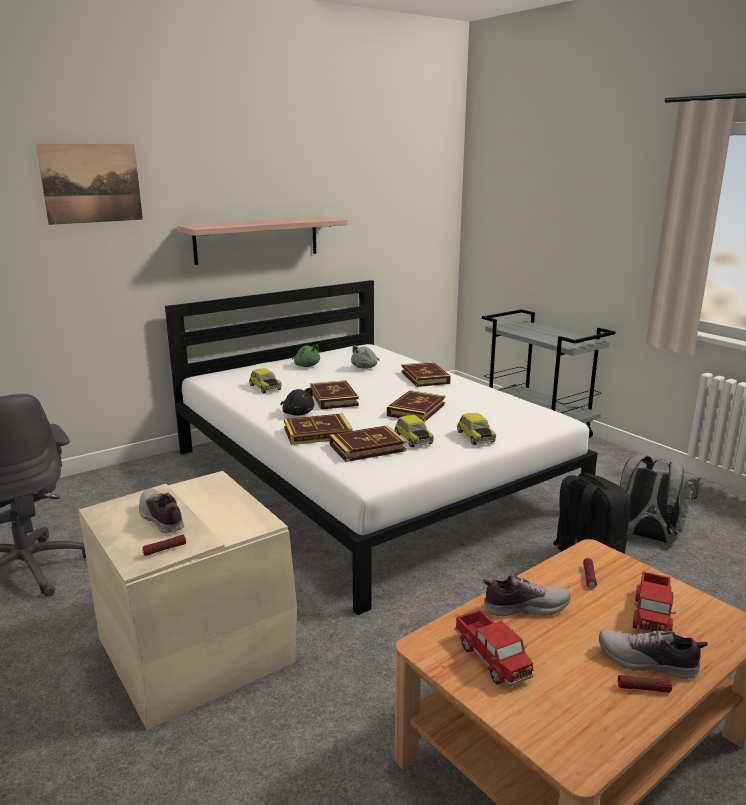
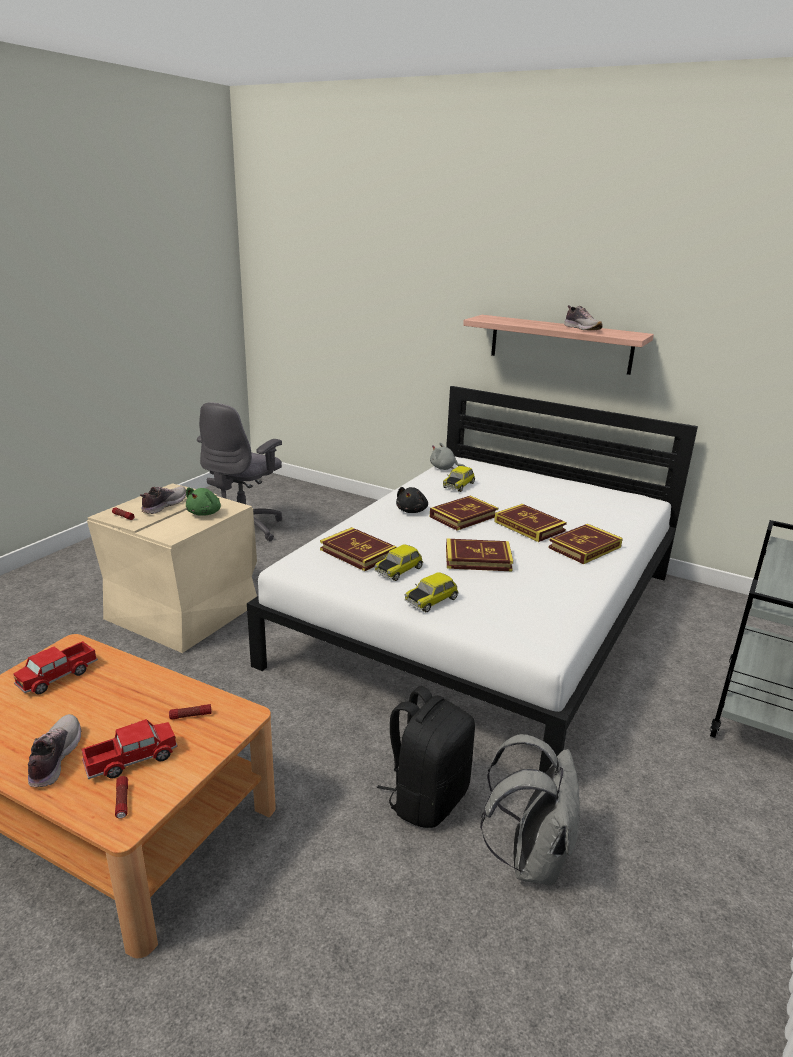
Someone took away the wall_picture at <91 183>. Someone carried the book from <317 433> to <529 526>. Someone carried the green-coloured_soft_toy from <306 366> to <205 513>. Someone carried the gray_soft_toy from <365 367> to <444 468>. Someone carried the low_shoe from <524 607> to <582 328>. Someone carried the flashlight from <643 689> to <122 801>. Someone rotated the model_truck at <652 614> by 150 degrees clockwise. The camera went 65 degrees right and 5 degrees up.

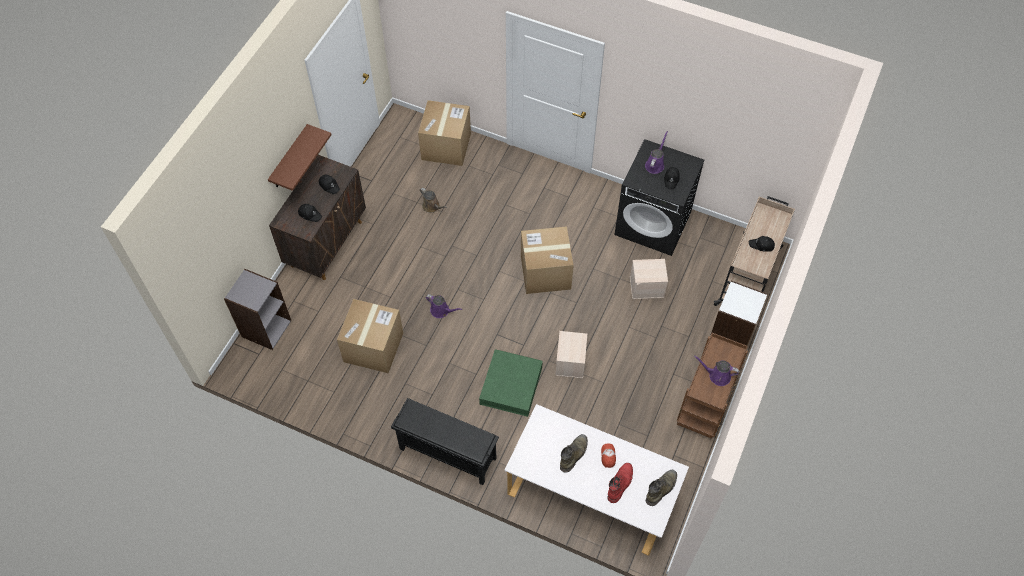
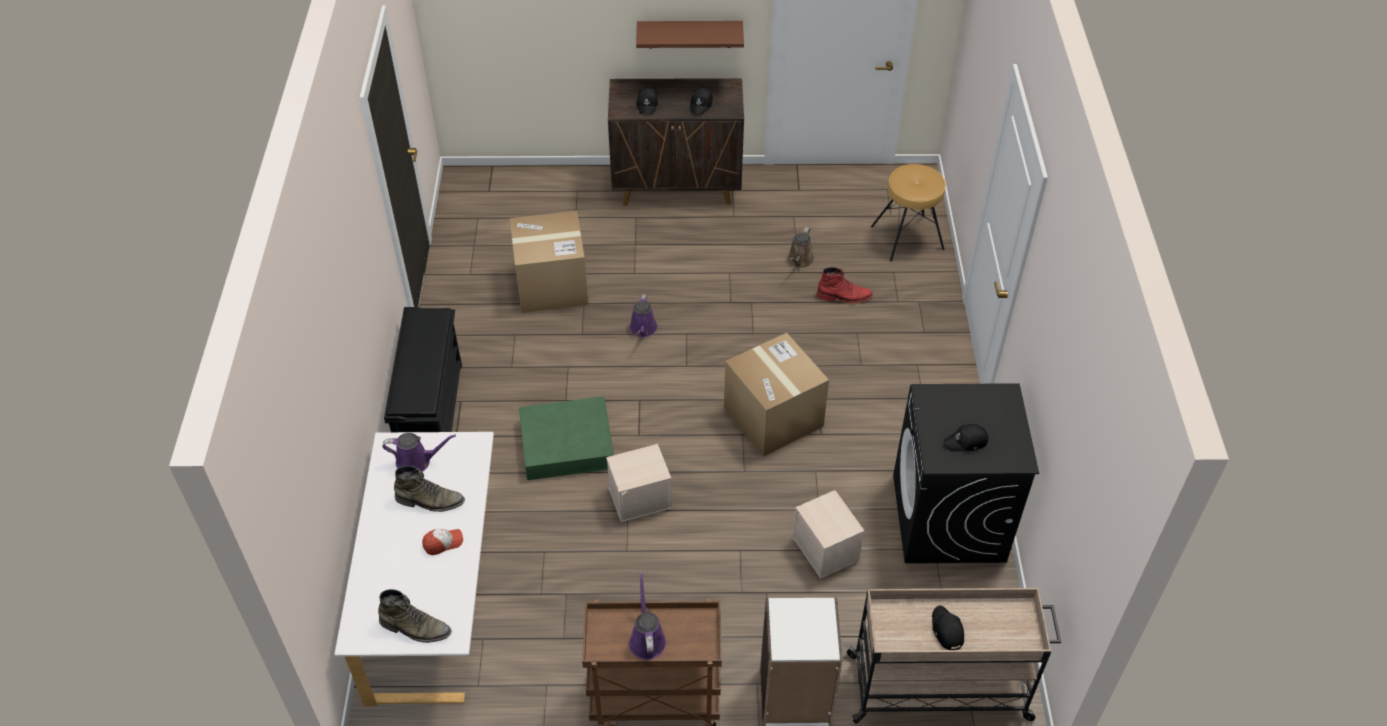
Someone took away the gray_shelving_unit at <266 328>. Someone swapped the packing_box at <446 146> for the brown-coloured_stool_seat at <907 238>. Someone carried the red_high-top_boot from <620 483> to <844 296>. Someone carried the purple_watering_can from <655 164> to <417 461>. The camera went 65 degrees right and 10 degrees down.

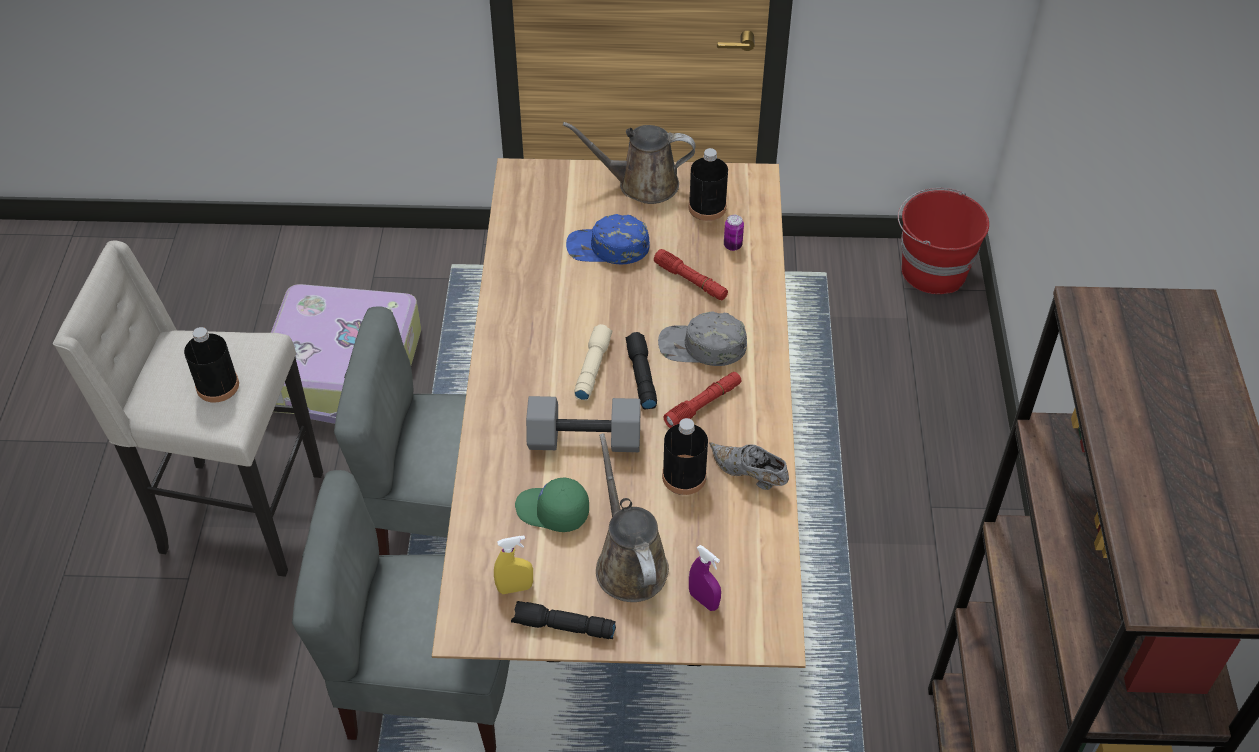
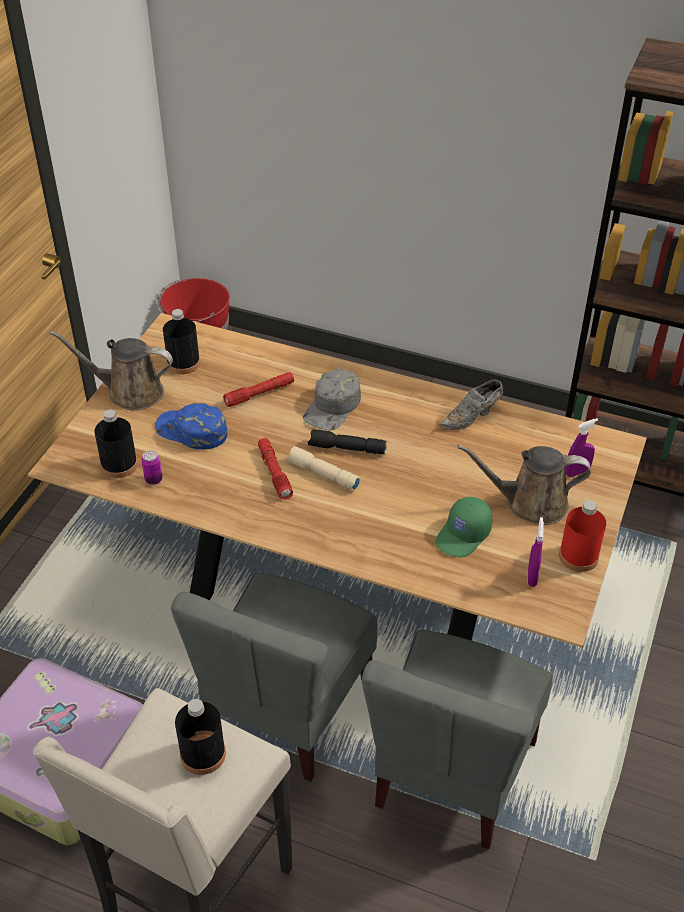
Someone repainted the yellow_hand_sprayer at <515 588>, which became the purple_hand_sprayer at <532 576>. Someone swapped the black-coloured_flashlight at <563 627> for the red_bottle at <578 556>. Someone took away the gray_dumbbell at <586 438>. Someone rotated the brown-coloured_watering_can at <641 184> by 75 degrees clockwise. Someone rotated the blue_baseball_cap at <607 247> by 90 degrees clockwise. Someone carried the black-coloured_bottle from <684 476> to <119 465>. Someone carried the red_flashlight from <703 404> to <274 473>. Someone carried the can from <732 245> to <153 479>. The camera went 70 degrees left and 5 degrees down.

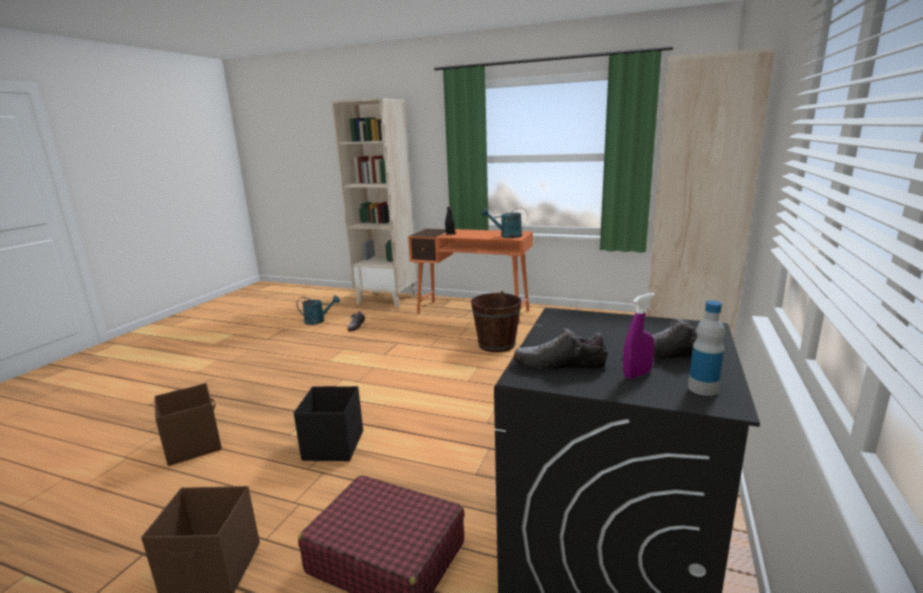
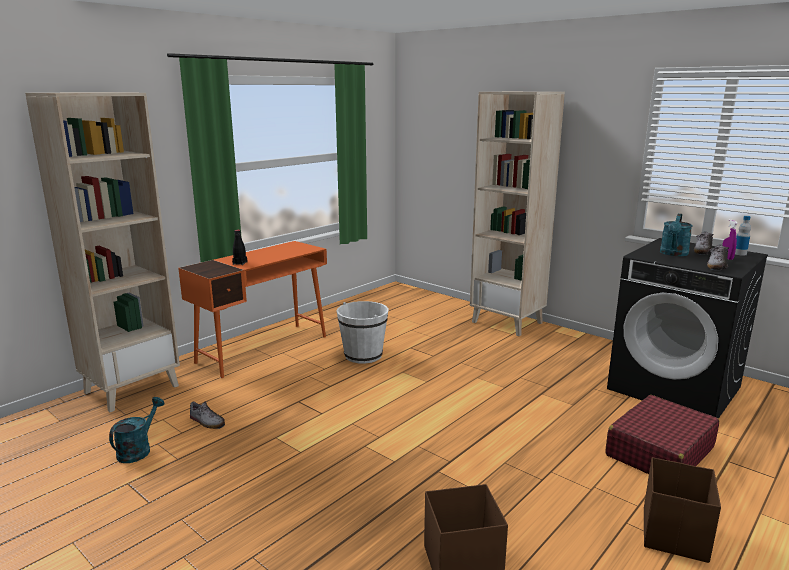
Someone took away the black-coloured_storage_box at <334 445>. Someone repainted the brown-coloured_bucket at <496 345>, which became the whitish_bucket at <363 355>. Someone carried the turquoise-coloured_watering_can from <507 236> to <673 254>. The camera went 70 degrees left and 0 degrees up.

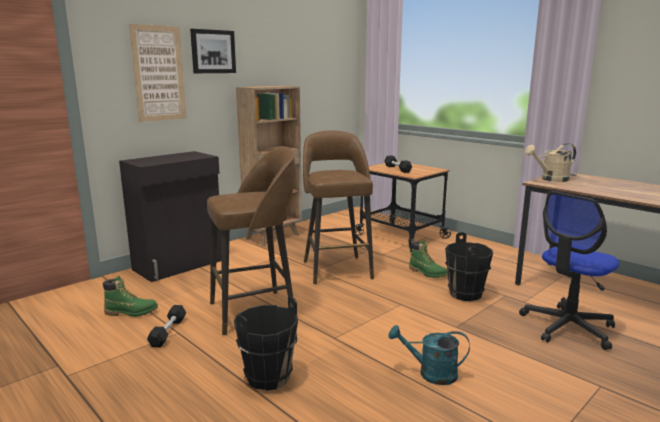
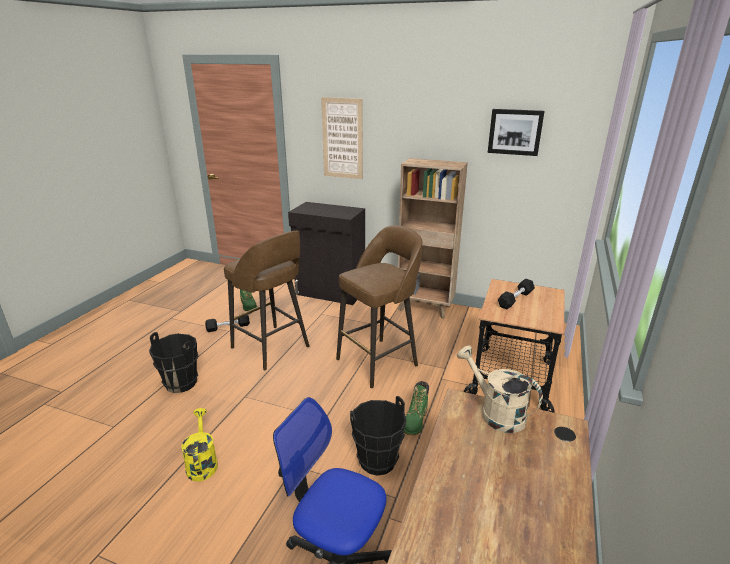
Someone carried the wall_picture from <213 51> to <515 132>. Someone repainted the turquoise-coloured_watering_can at <430 373>, which became the yellow_watering_can at <202 463>. The camera went 65 degrees right and 10 degrees up.

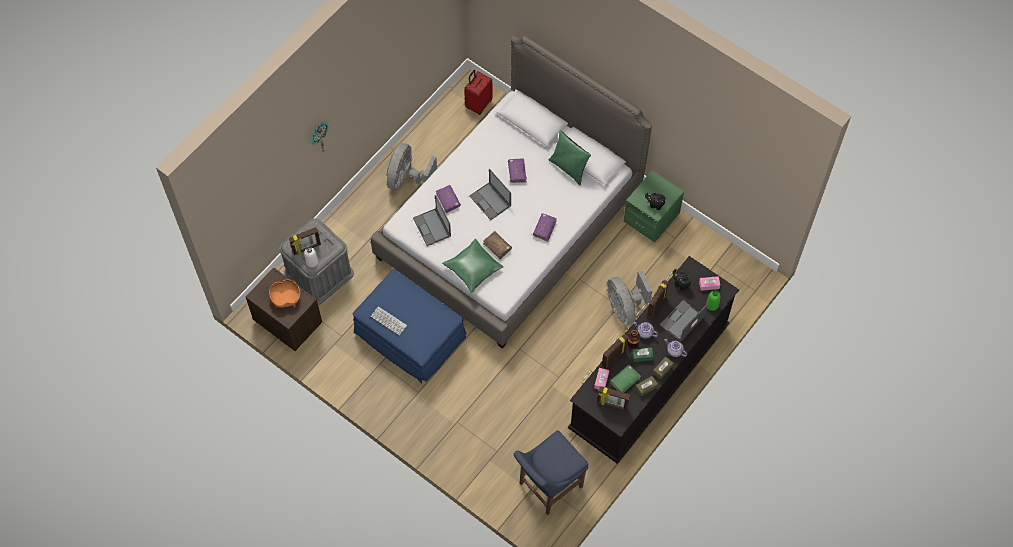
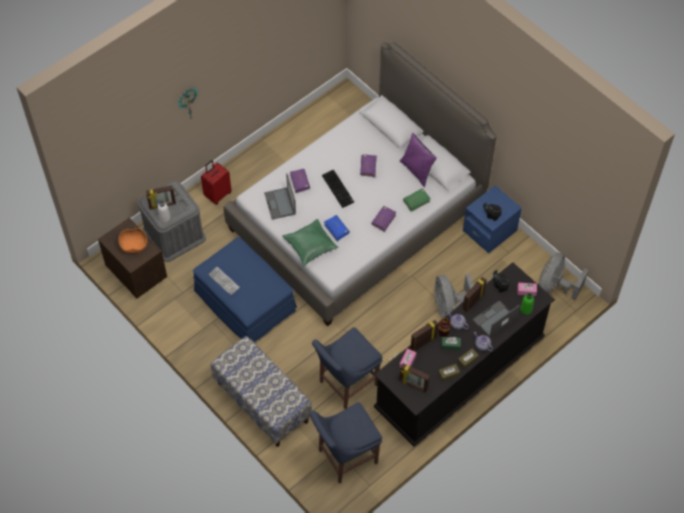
Someone carried the gray_cooling_fan from <407 179> to <554 287>. Someone carried the red_travel_case from <478 104> to <217 194>. Someone swapped the portable_computer at <490 201> for the PC_keyboard at <338 189>. Someone repainted the brown-coloured_book at <497 246>, which became the blue_book at <336 229>. Someone repainted the green-coloured_throw_pillow at <569 168>, which became the purple_throw_pillow at <417 170>. Someone carried the green-coloured_book from <625 380> to <416 201>. Someone repainted the green-coloured_night_table at <651 217>, which became the blue_night_table at <489 231>. Someone put down the long_seat at <262 402>. Someone put down the blue_plain_chair at <346 384>. The camera went 10 degrees right and 5 degrees down.

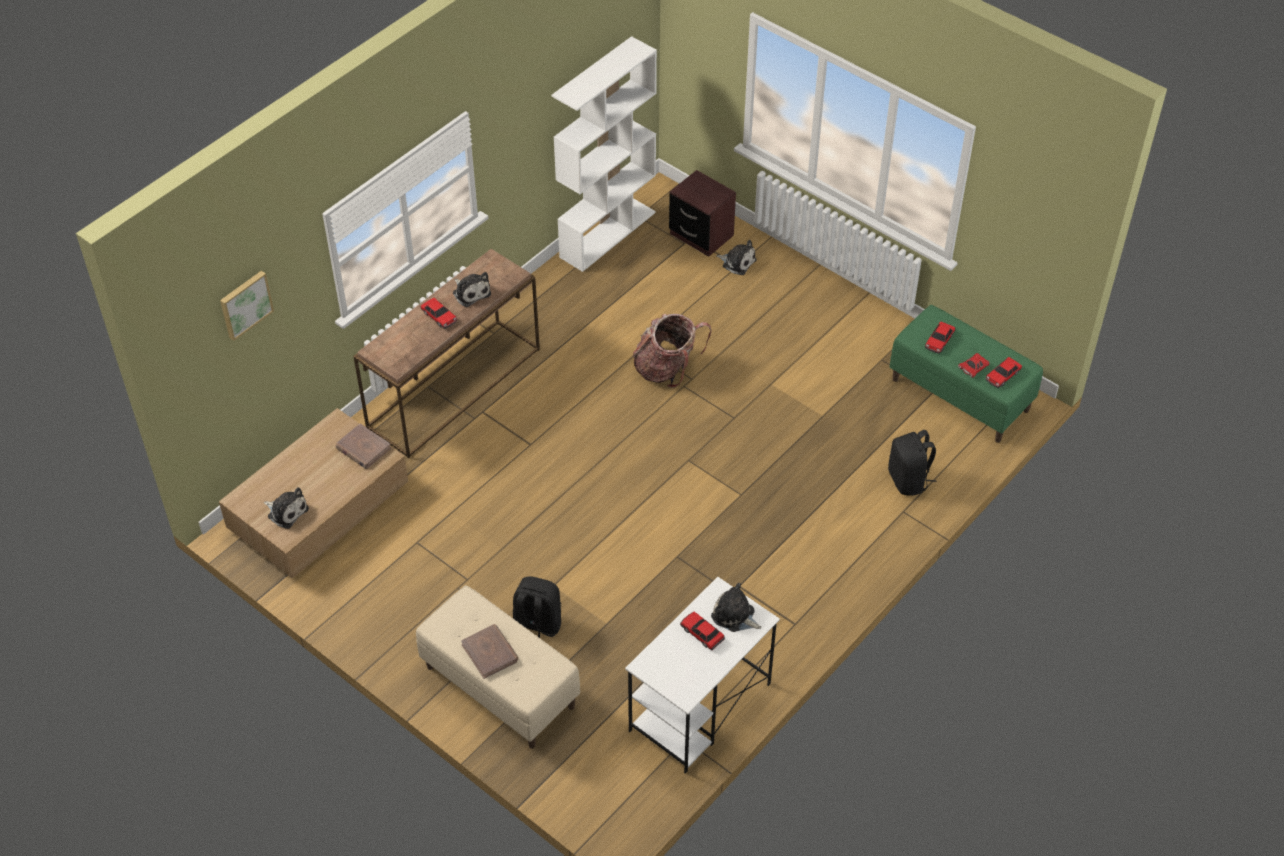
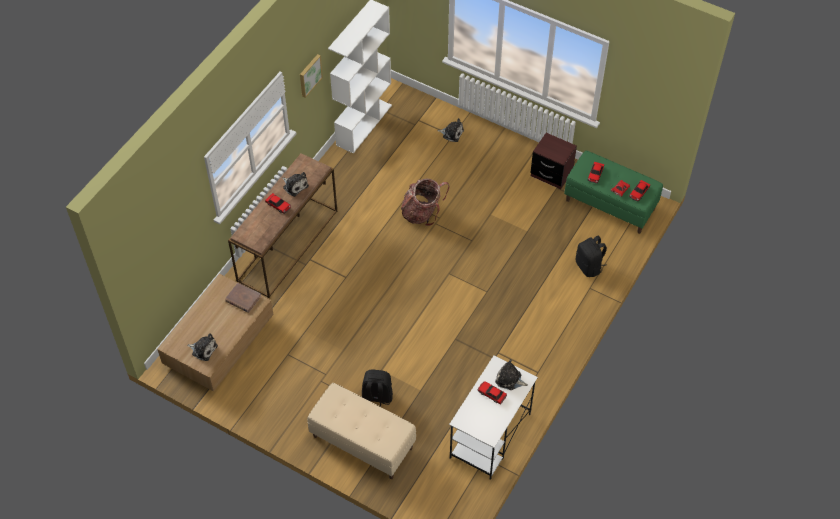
Someone carried the wall_picture from <245 304> to <309 75>. Someone took away the brown-coloured_book at <490 652>. Someone carried the brown-coloured_night_table from <701 235> to <551 174>. The camera went 10 degrees left and 5 degrees up.

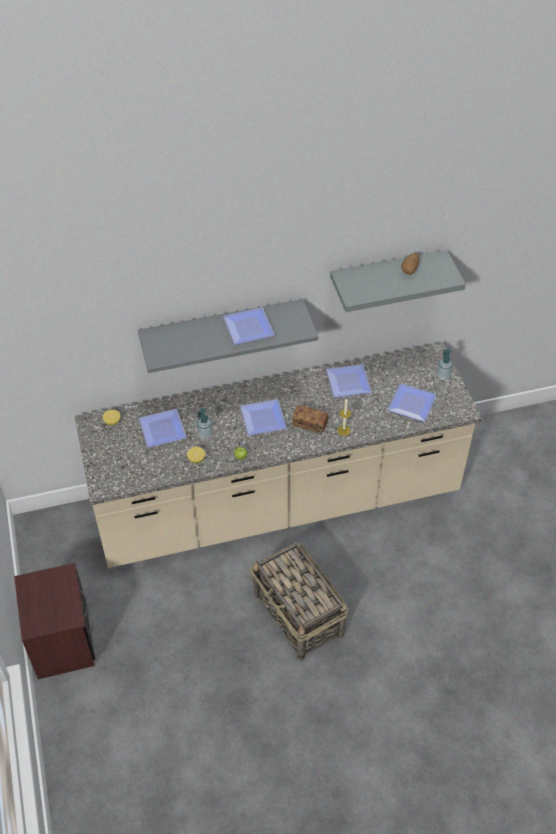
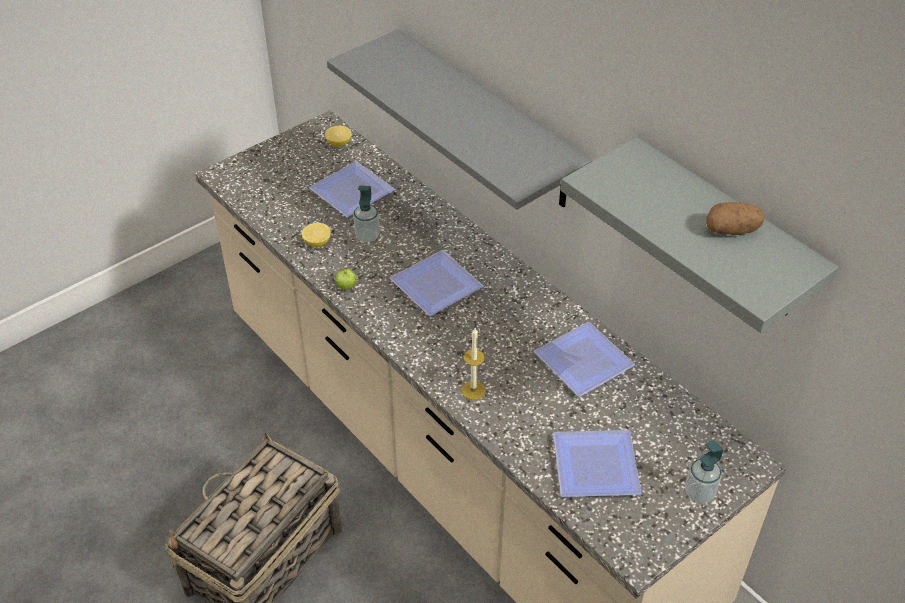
Someone took away the brown-coloured_night_table at <62 641>. Someone took away the plate at <246 327>. Someone took away the bread at <309 424>. The camera went 65 degrees right and 5 degrees down.

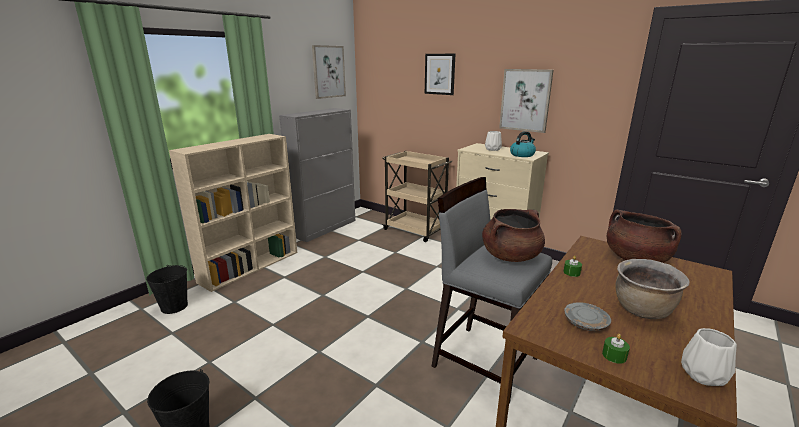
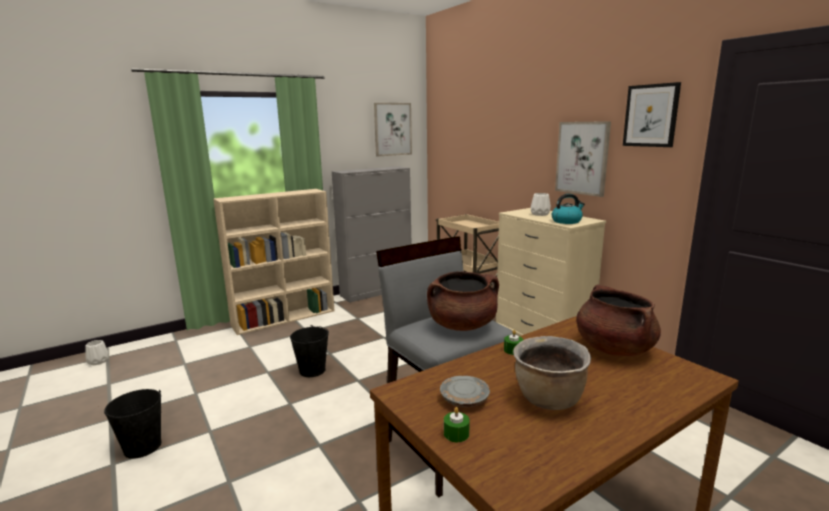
Someone carried the black-coloured_bucket from <174 306> to <312 370>. Someone carried the wall_picture from <439 74> to <650 115>. Someone carried the whitish_flower_vase from <704 375> to <98 362>. The camera went 20 degrees right and 5 degrees down.

